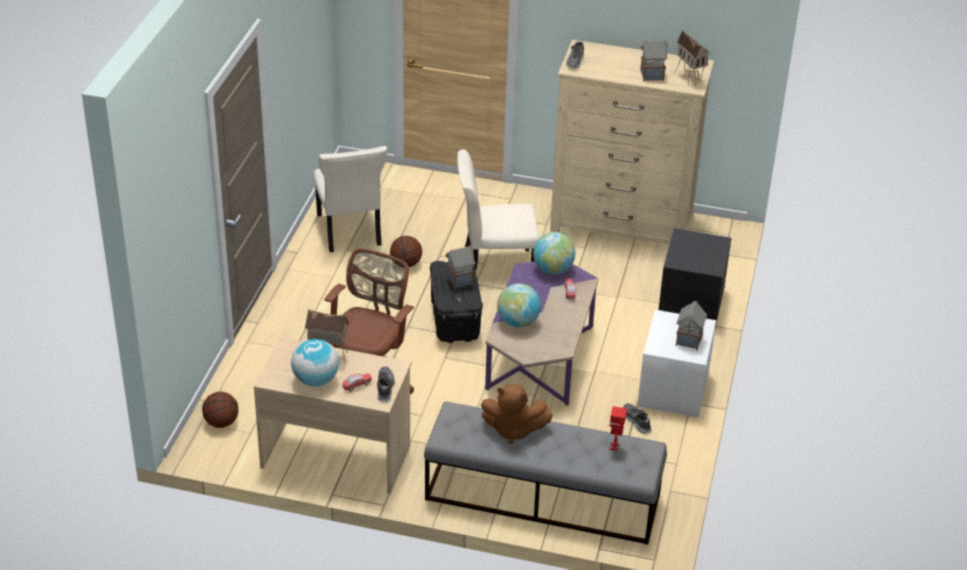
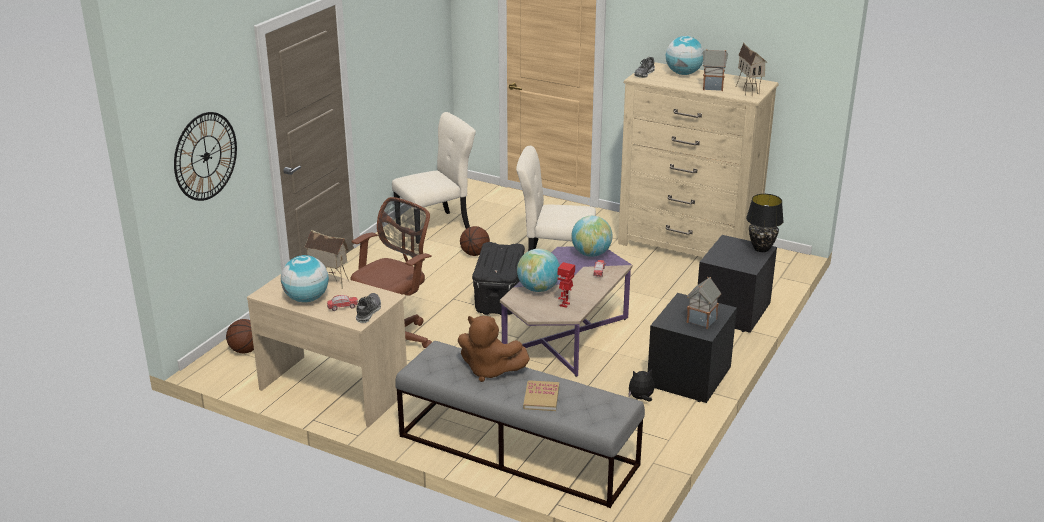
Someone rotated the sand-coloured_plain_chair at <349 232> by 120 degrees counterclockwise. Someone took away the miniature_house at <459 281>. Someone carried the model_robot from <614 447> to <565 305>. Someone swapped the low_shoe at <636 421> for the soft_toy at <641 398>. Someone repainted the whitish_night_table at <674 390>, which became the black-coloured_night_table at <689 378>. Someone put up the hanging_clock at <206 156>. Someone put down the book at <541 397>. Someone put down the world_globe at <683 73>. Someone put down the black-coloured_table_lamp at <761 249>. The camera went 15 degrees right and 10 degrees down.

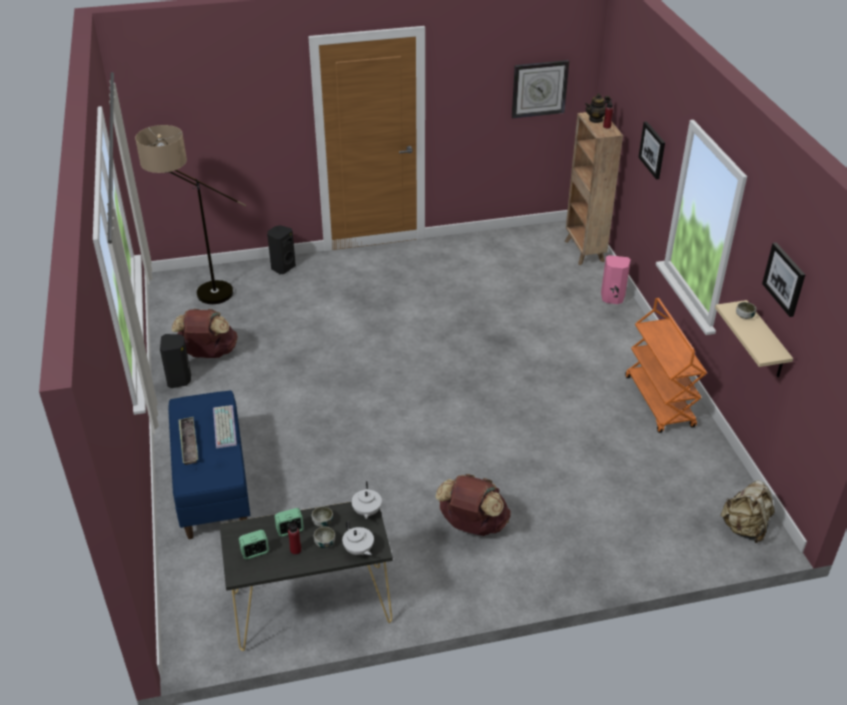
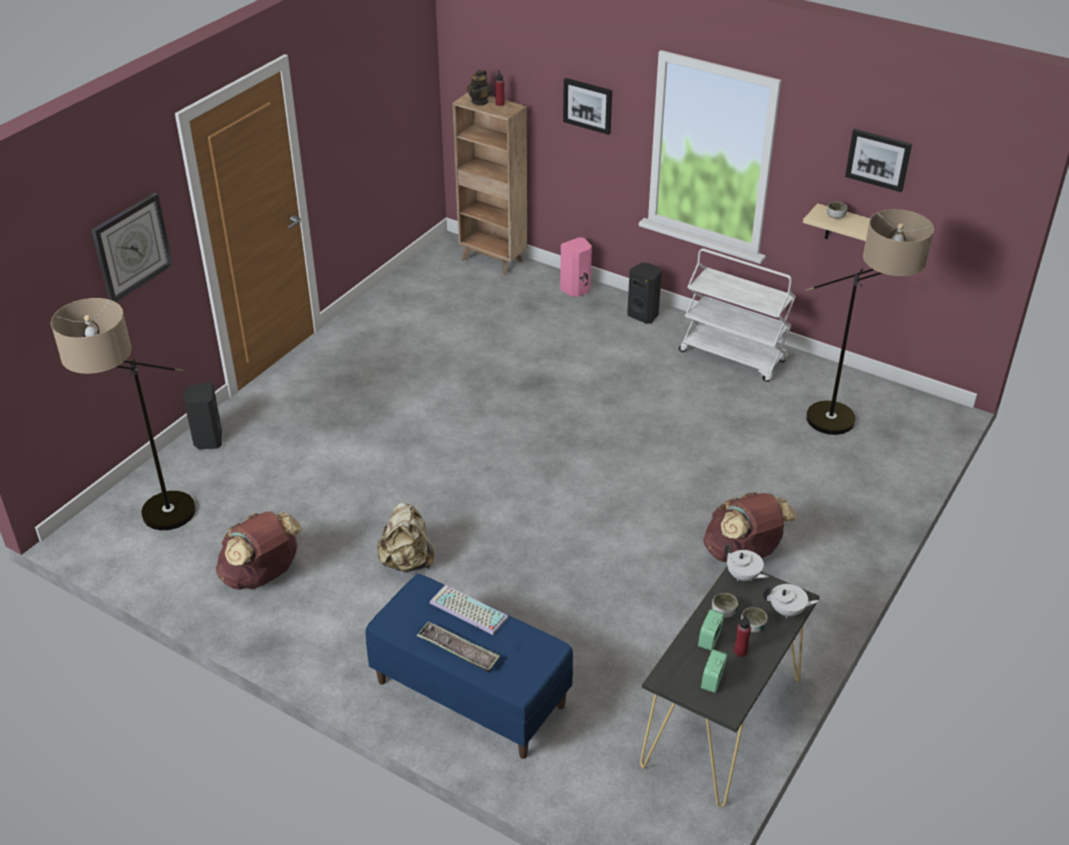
Someone carried the black-coloured_audio_speaker from <179 380> to <644 315>. Someone carried the hanging_clock from <539 88> to <131 247>. Someone repainted the orangey_trolley at <659 402>, which became the whitish_trolley at <733 356>. Someone carried the sand-coloured_knapsack from <744 528> to <407 561>. Someone put down the standard_lamp at <845 429>. The camera went 45 degrees left and 0 degrees up.

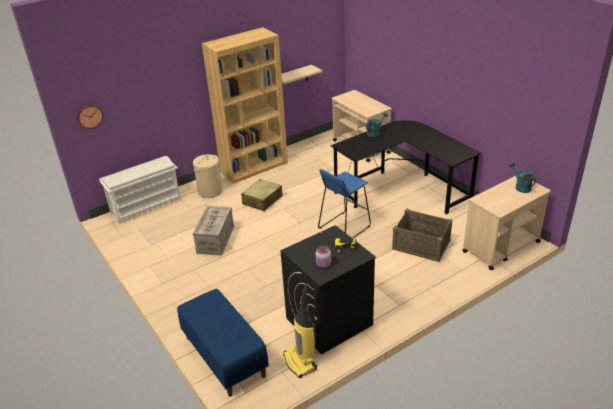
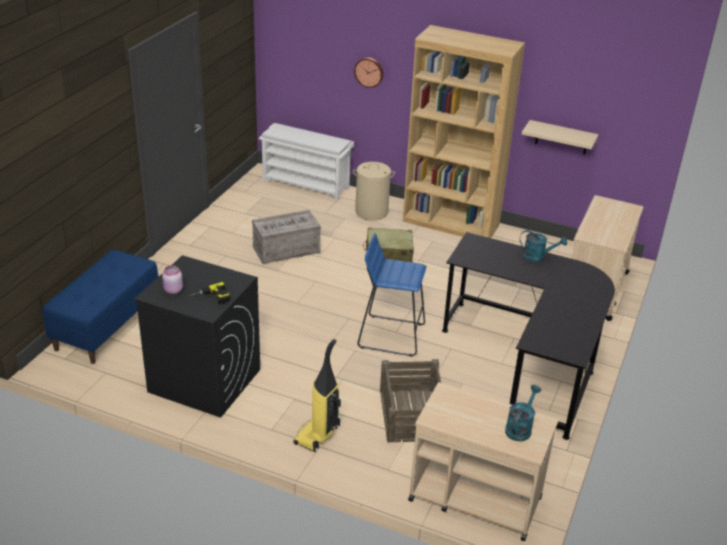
Someone carried the hanging_clock from <89 116> to <369 72>. Someone carried the hoover from <301 362> to <317 435>. The camera went 55 degrees right and 0 degrees up.

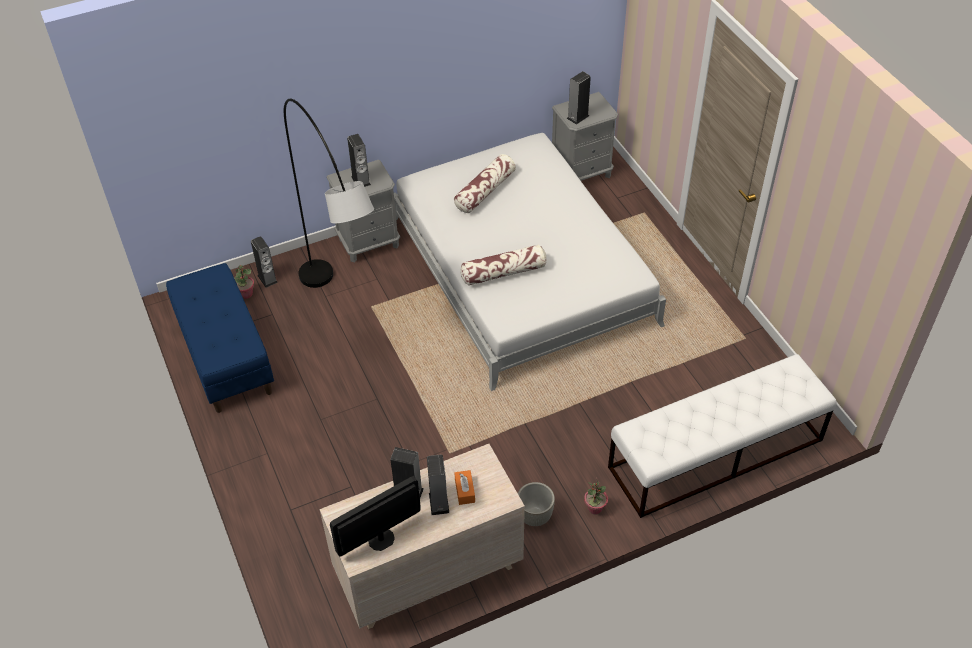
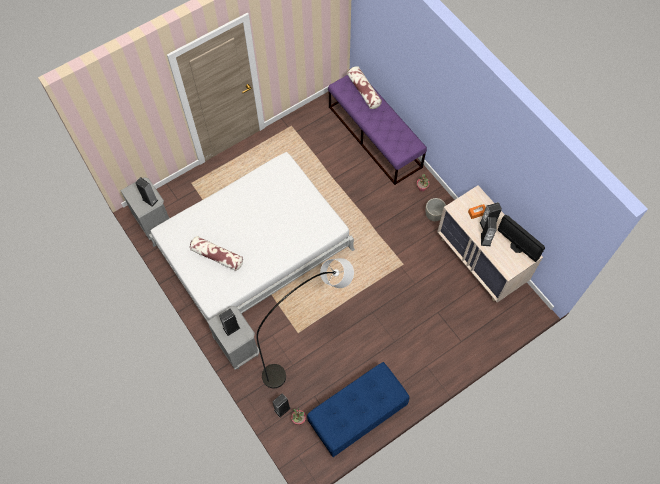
Someone carried the throw_pillow from <503 272> to <364 91>. Someone repainted the whitish_long_seat at <715 454>, which became the purple_long_seat at <375 137>. The camera went 100 degrees left and 15 degrees up.

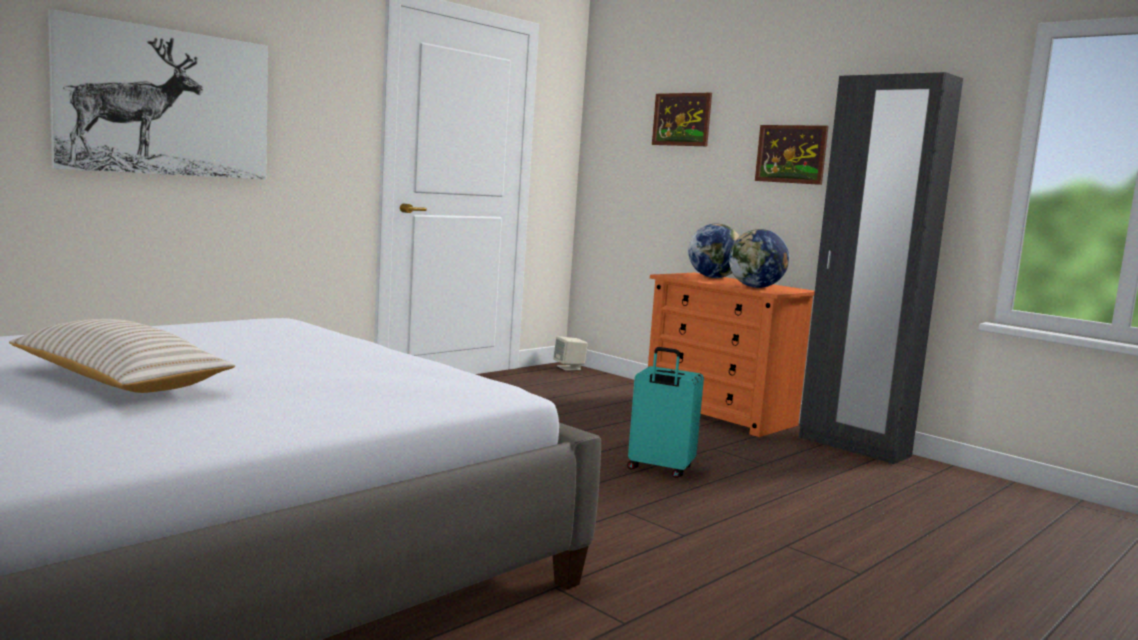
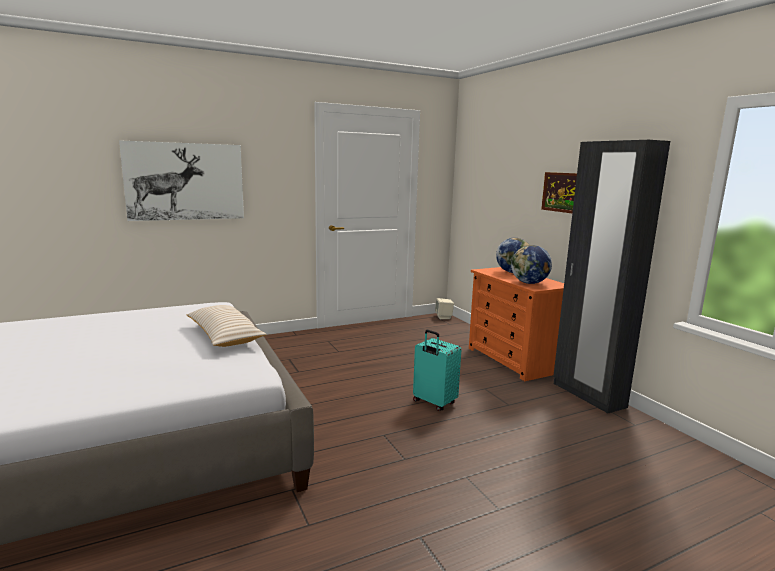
Someone carried the sand-coloured_throw_pillow from <119 380> to <224 335>. Someone took away the wall_picture at <681 119>. The camera went 20 degrees right and 5 degrees up.

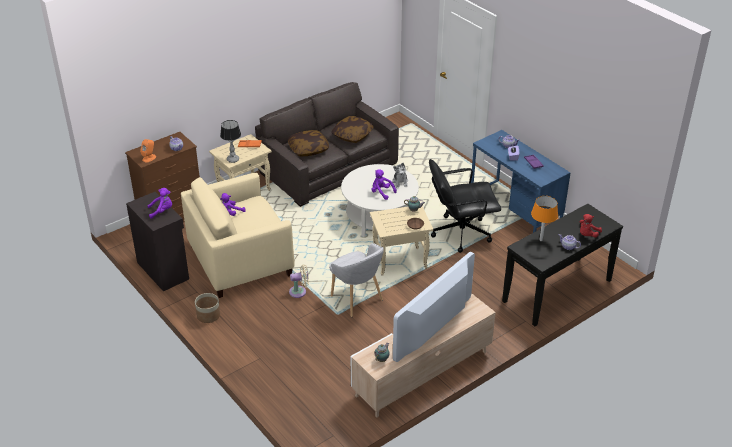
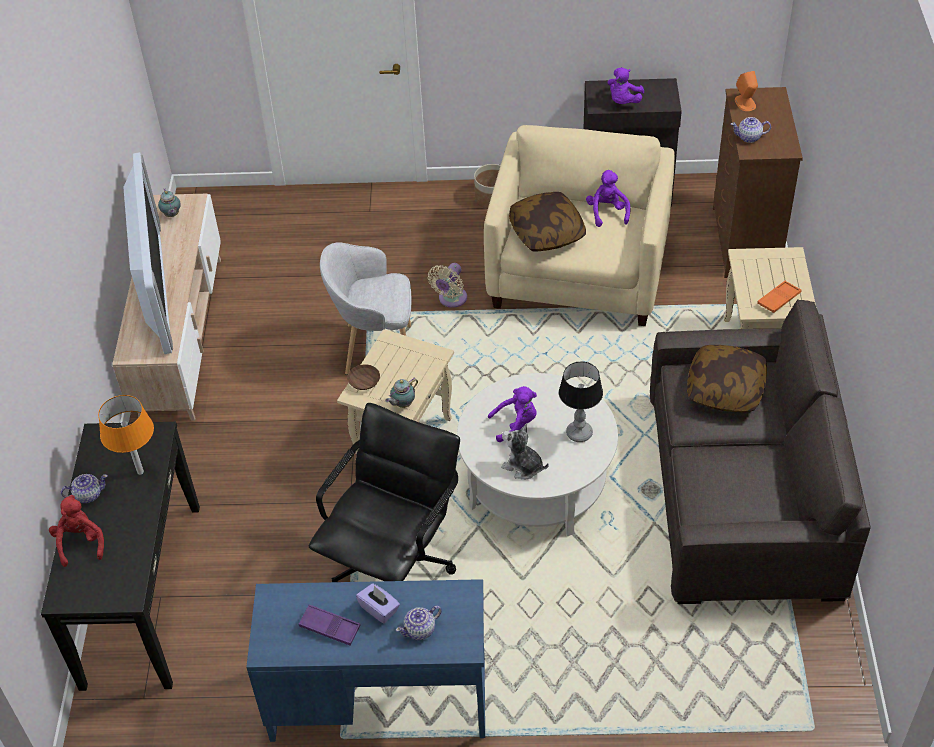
Someone carried the table_lamp from <233 159> to <578 433>. Someone carried the throw_pillow from <352 135> to <546 232>. The camera went 130 degrees right and 10 degrees up.

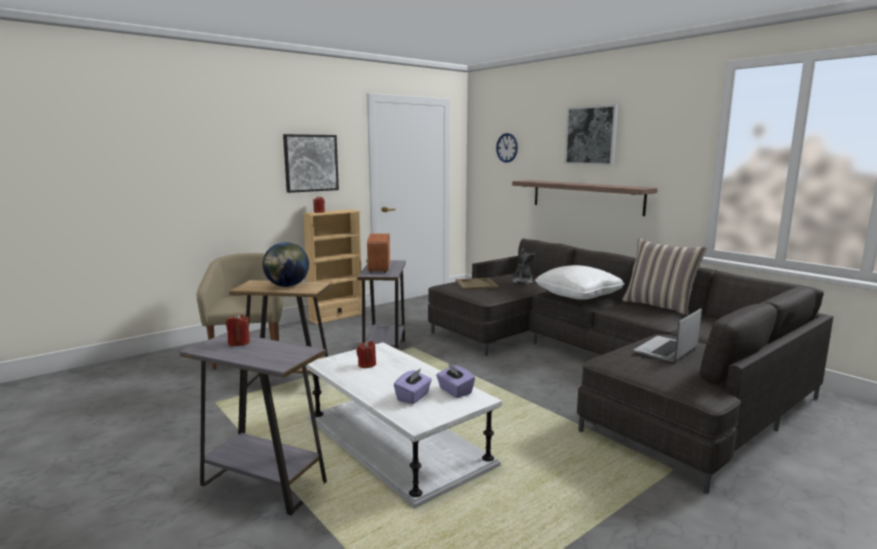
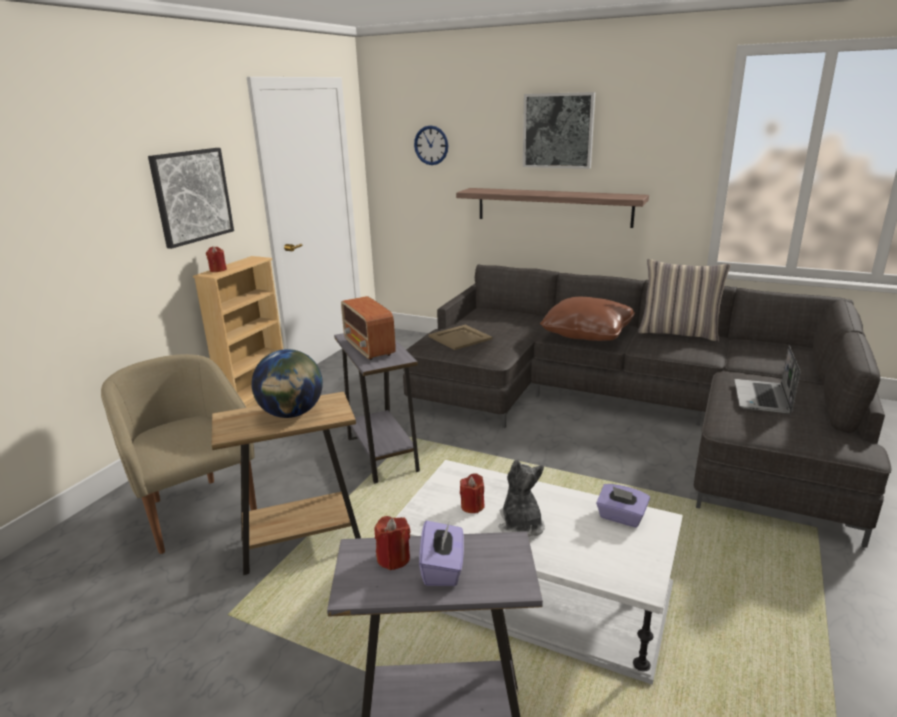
Someone carried the purple_tissue_box from <413 397> to <443 568>. Someone carried the soft_toy from <522 281> to <520 525>. Someone repainted the whitish_throw_pillow at <578 295>, which became the brown-coloured_throw_pillow at <587 333>. The camera went 25 degrees left and 10 degrees up.

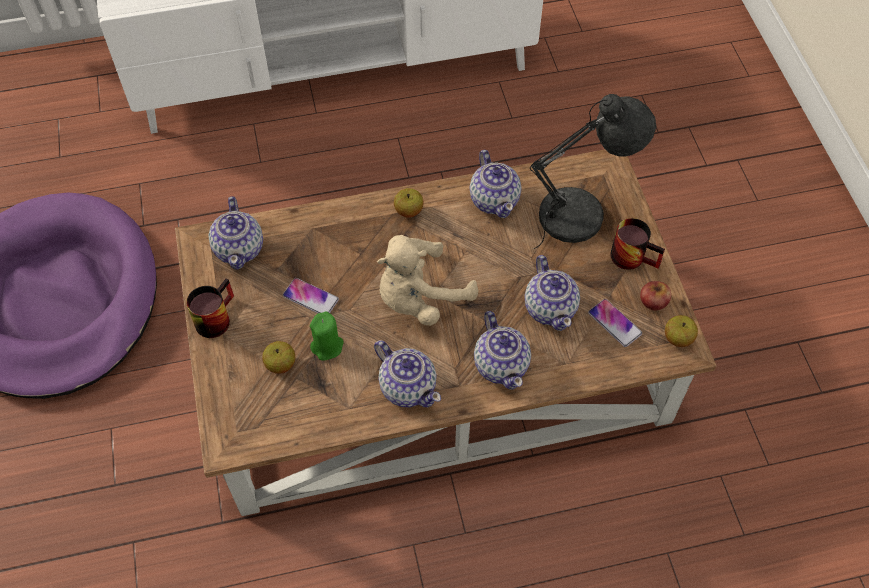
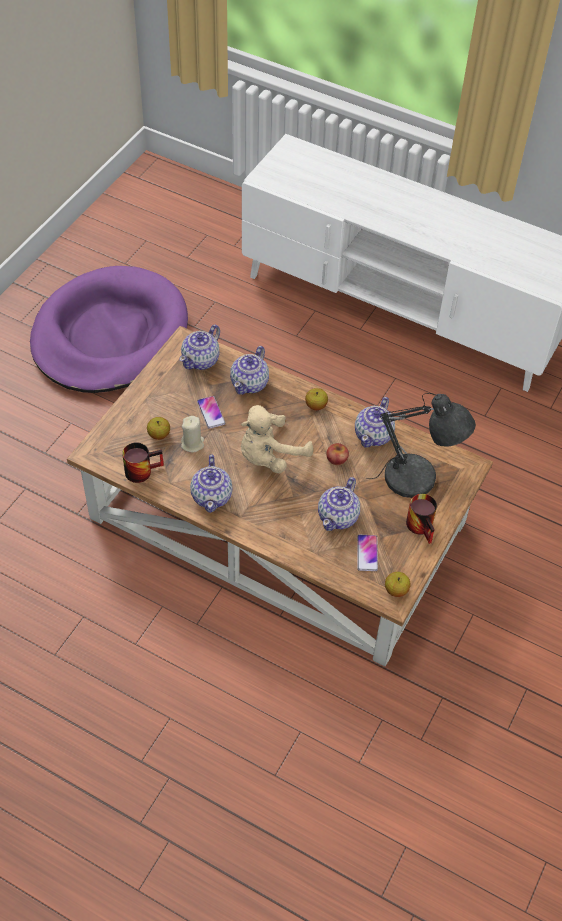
Someone carried the coffee_mug from <213 316> to <142 469>. Someone repainted the green-coloured_wax_light at <327 346>, which became the sand-coloured_wax_light at <192 444>. Someone rotated the sand-coloured_soft_toy at <420 298> by 45 degrees counterclockwise. Someone carried the tea_pot from <501 364> to <250 383>. Someone carried the whole_apple from <653 301> to <337 459>. The camera went 40 degrees right and 5 degrees down.

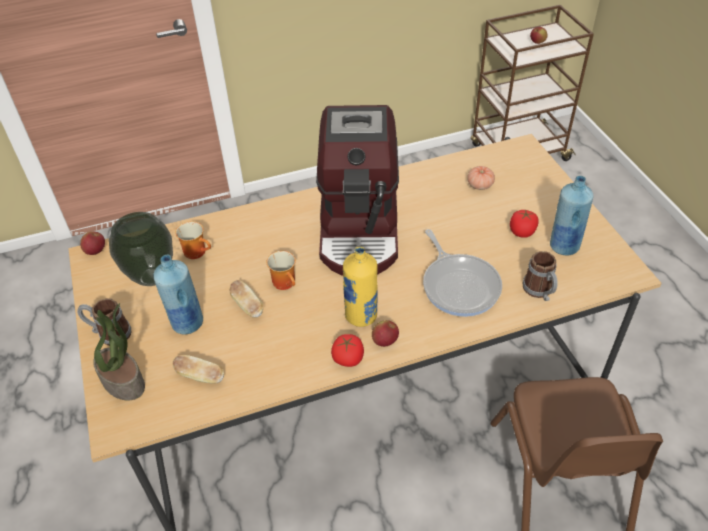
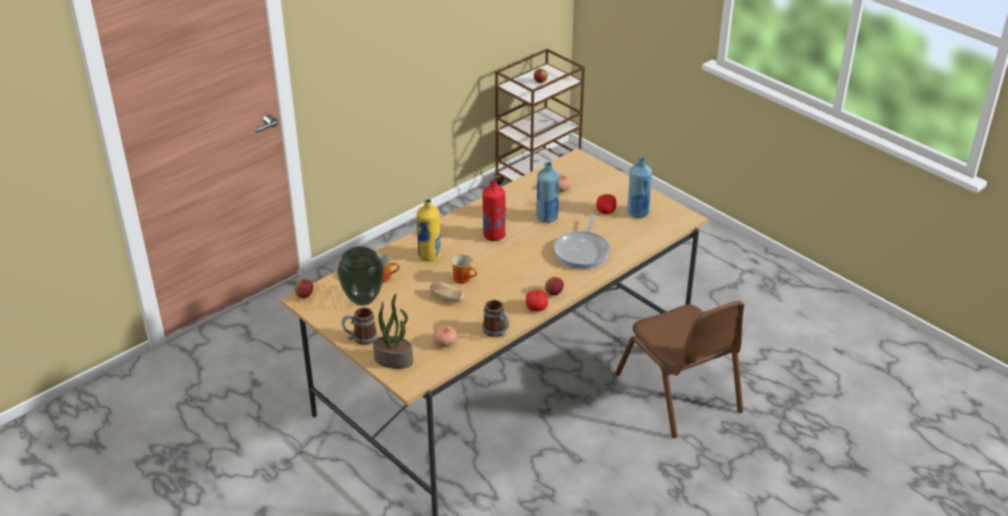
Someone carried the blue_bottle from <187 323> to <547 217>. Someone swapped the bread at <200 376> for the fresh_tomato at <445 343>. Someone swapped the coffee_machine at <360 229> for the red_bottle at <494 235>. Someone carried the yellow_bottle from <361 316> to <429 256>. Someone rotated the pan at <459 285> by 60 degrees clockwise. Someone carried the coffee_mug from <540 292> to <497 332>. The camera went 25 degrees left and 10 degrees down.

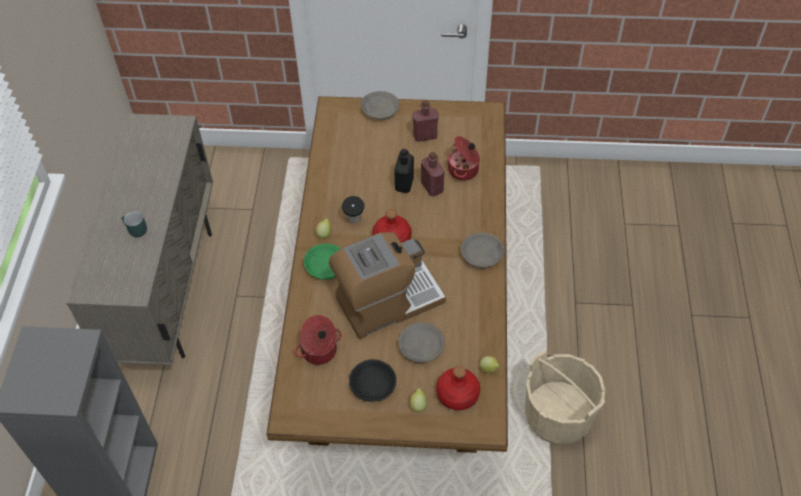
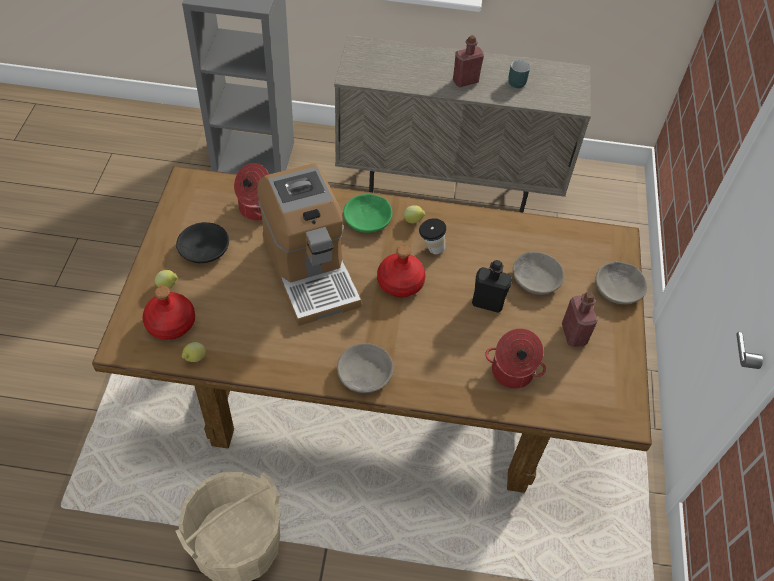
Someone carried the turquoise-coloured_coffee_mug from <135 231> to <517 80>. Someone carried the gray_bowl from <420 347> to <535 278>. Someone carried the red_bottle from <432 187> to <465 81>. The camera went 90 degrees right and 0 degrees up.

